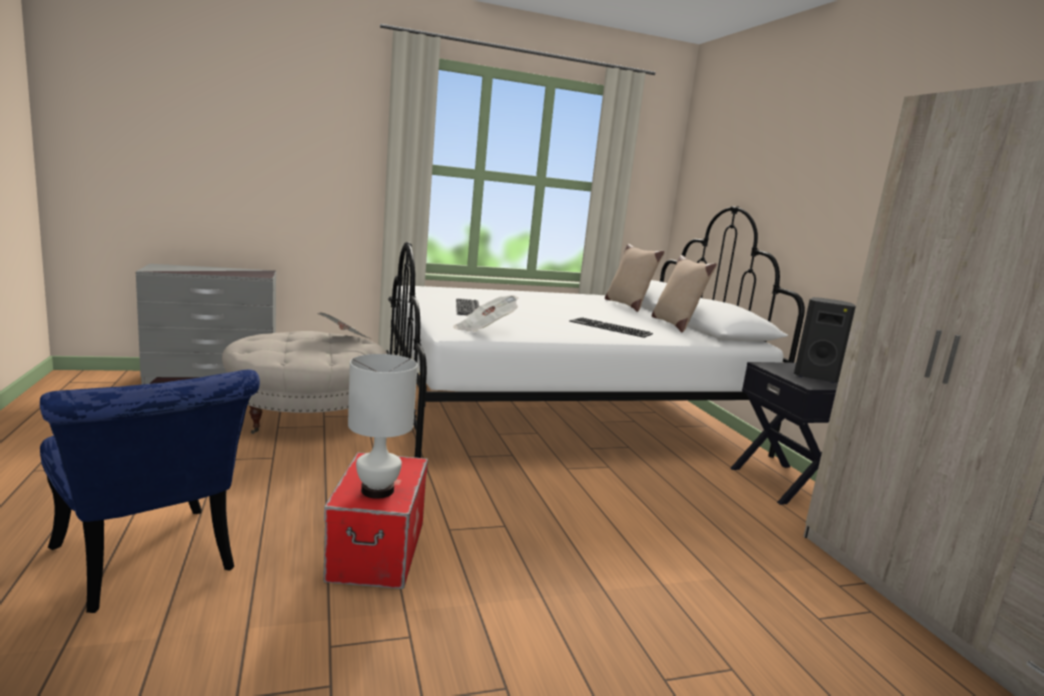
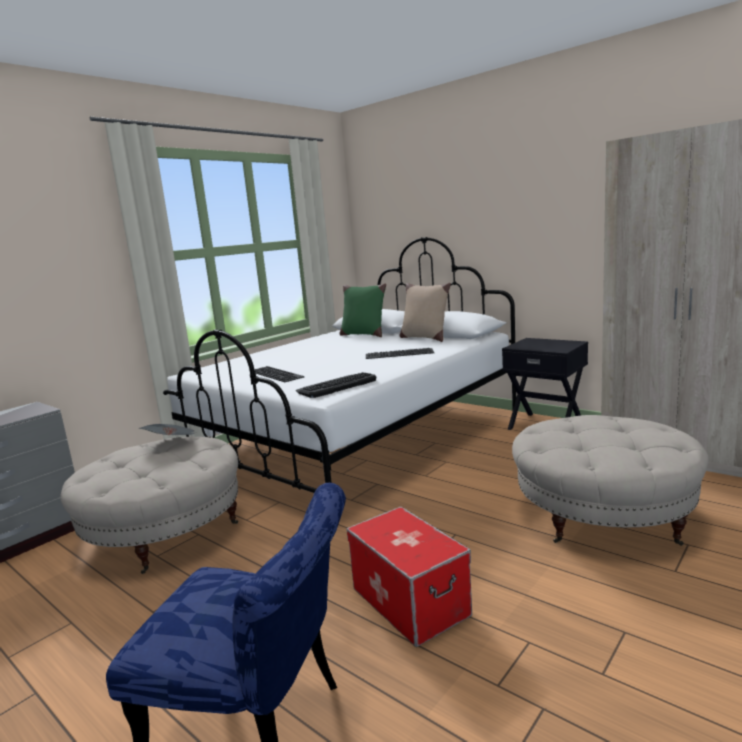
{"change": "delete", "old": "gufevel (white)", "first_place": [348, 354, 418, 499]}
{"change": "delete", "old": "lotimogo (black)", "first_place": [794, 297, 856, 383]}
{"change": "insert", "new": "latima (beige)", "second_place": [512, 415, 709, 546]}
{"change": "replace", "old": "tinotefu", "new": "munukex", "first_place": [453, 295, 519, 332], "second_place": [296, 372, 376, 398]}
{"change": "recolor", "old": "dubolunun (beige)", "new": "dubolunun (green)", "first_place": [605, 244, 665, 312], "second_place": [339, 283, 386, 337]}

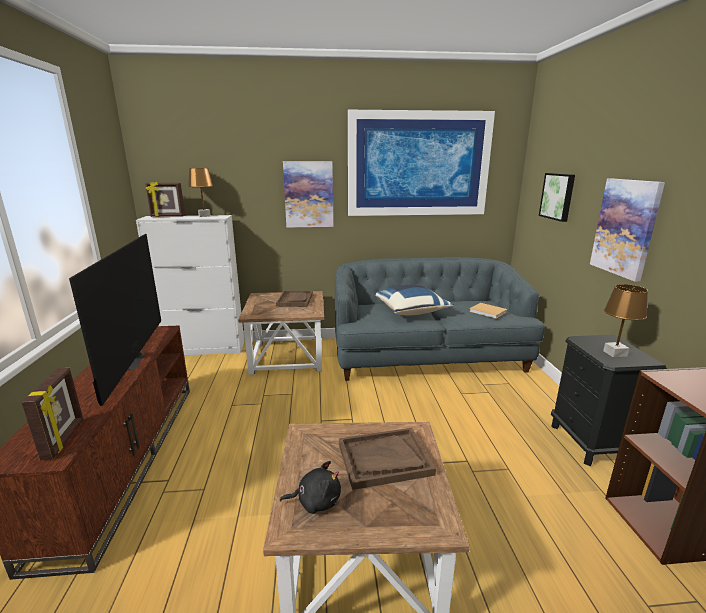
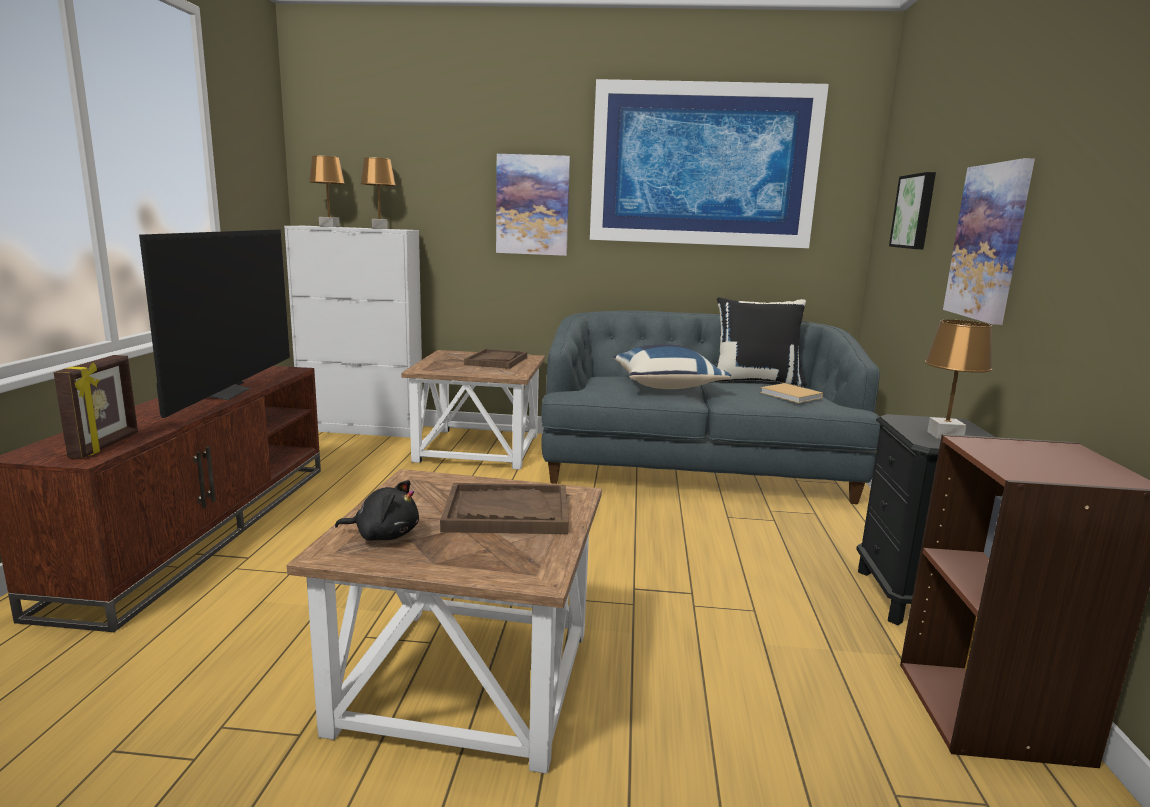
{"change": "insert", "new": "dubolunun (black)", "second_place": [713, 297, 807, 387]}
{"change": "replace", "old": "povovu", "new": "gufevel (brown)", "first_place": [145, 182, 185, 217], "second_place": [309, 156, 345, 227]}

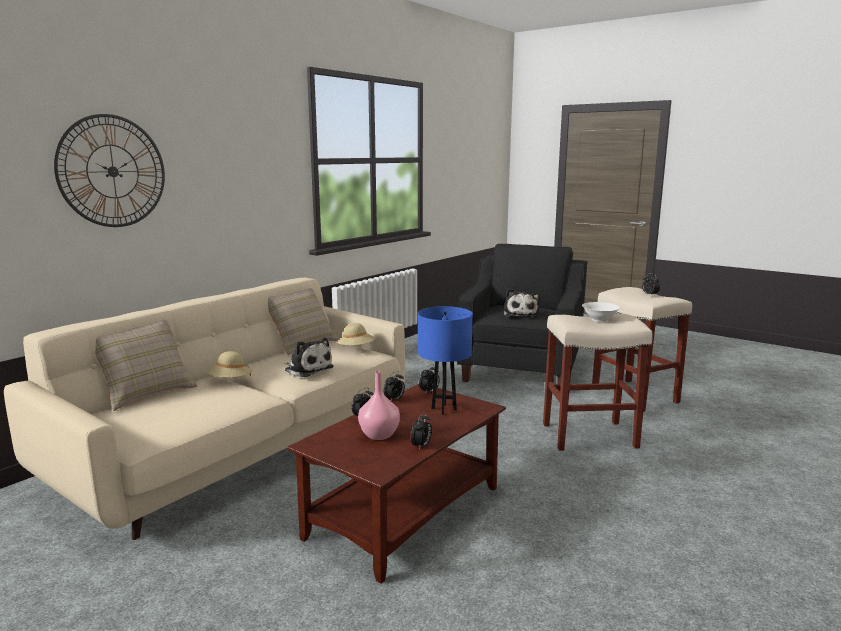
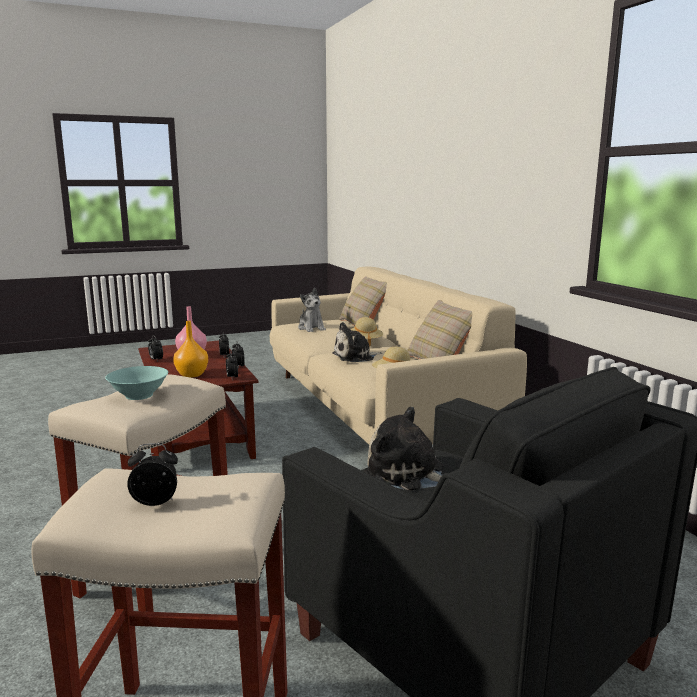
{"change": "delete", "old": "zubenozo", "first_place": [54, 114, 165, 227]}
{"change": "insert", "new": "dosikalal", "second_place": [298, 288, 326, 332]}
{"change": "replace", "old": "gufevel (blue)", "new": "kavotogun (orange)", "first_place": [418, 306, 473, 415], "second_place": [173, 321, 208, 378]}
{"change": "recolor", "old": "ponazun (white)", "new": "ponazun (turquoise)", "first_place": [582, 302, 620, 322], "second_place": [105, 366, 168, 400]}

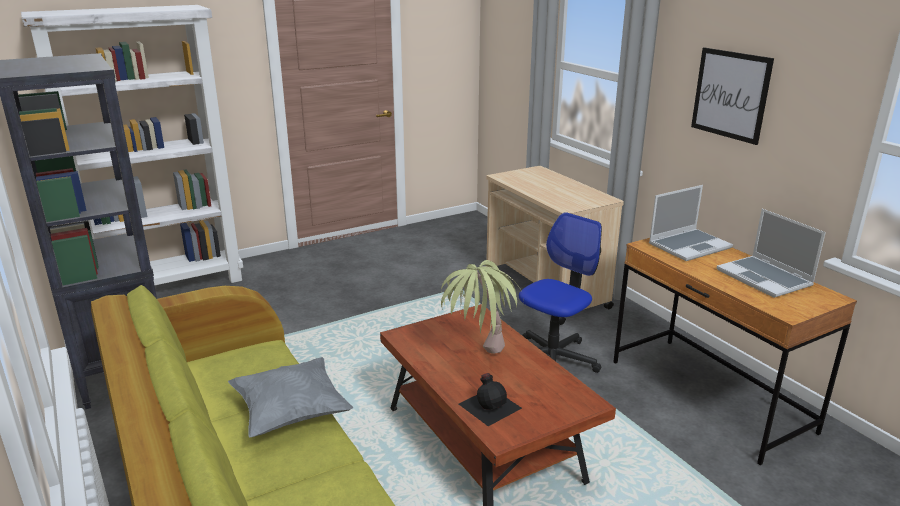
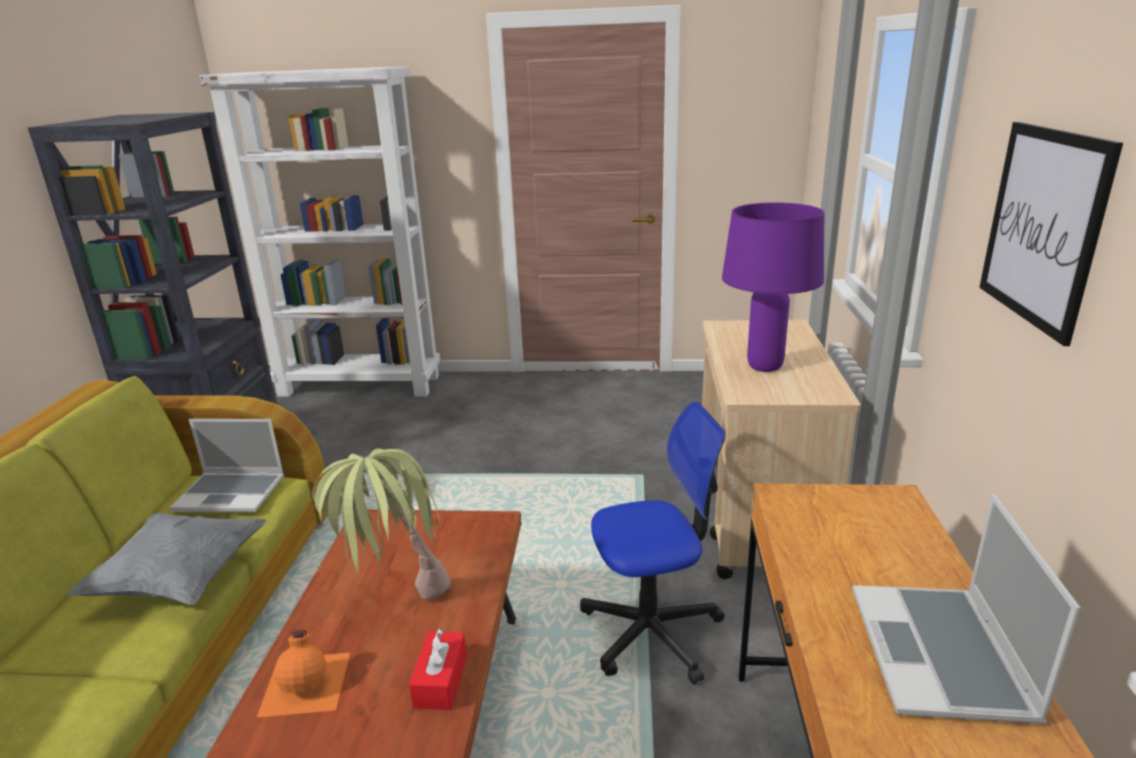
{"change": "insert", "new": "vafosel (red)", "second_place": [409, 628, 467, 710]}
{"change": "insert", "new": "gufevel (purple)", "second_place": [722, 202, 824, 372]}
{"change": "move", "old": "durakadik", "first_place": [649, 185, 733, 261], "second_place": [170, 419, 284, 513]}
{"change": "recolor", "old": "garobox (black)", "new": "garobox (orange)", "first_place": [459, 373, 522, 426], "second_place": [257, 630, 350, 717]}

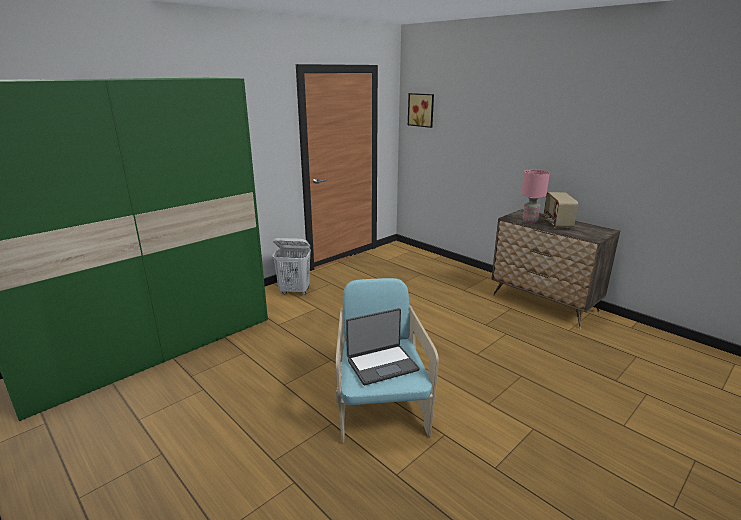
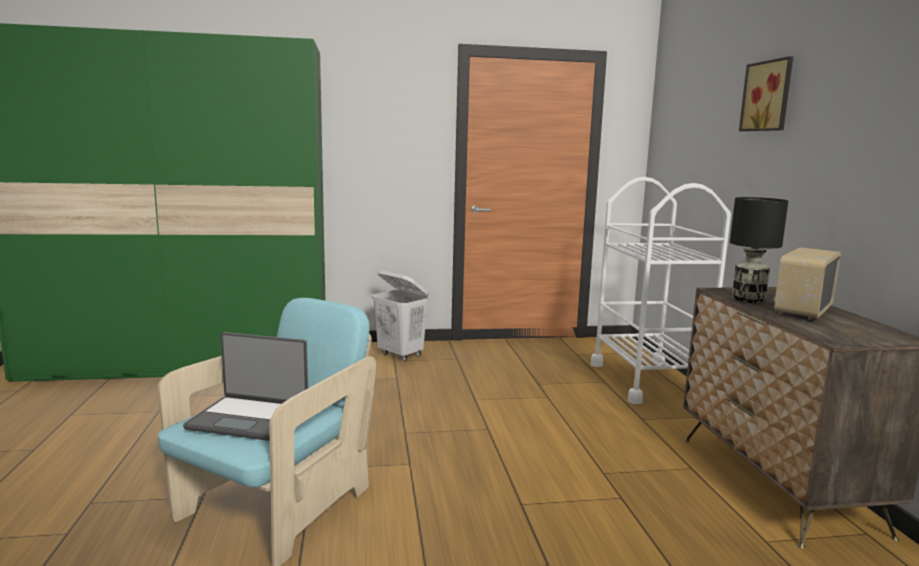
{"change": "insert", "new": "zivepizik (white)", "second_place": [591, 177, 731, 404]}
{"change": "move", "old": "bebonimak", "first_place": [408, 93, 434, 128], "second_place": [739, 56, 793, 131]}
{"change": "recolor", "old": "gufevel (pink)", "new": "gufevel (black)", "first_place": [521, 169, 550, 224], "second_place": [730, 197, 788, 303]}

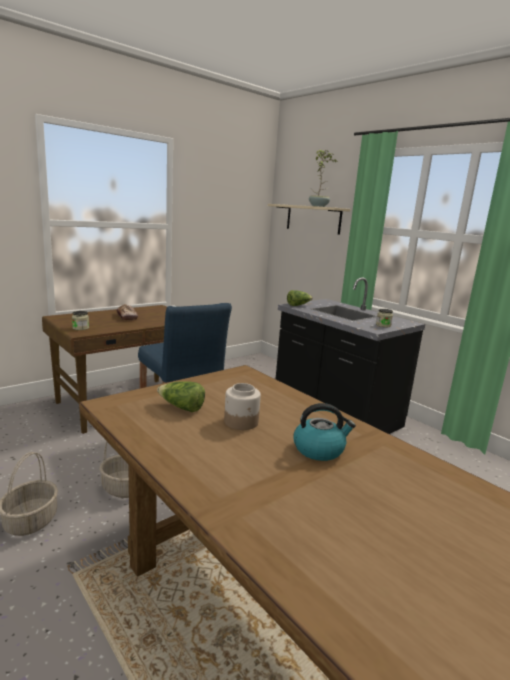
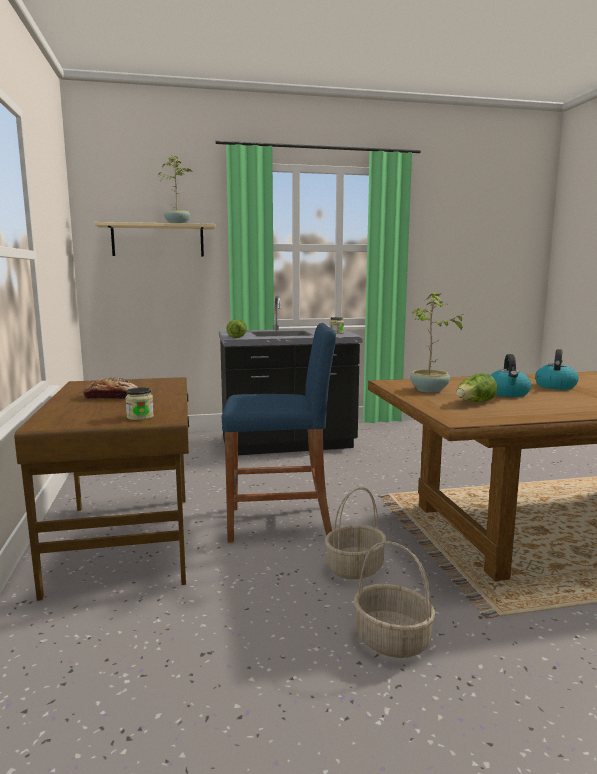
{"change": "insert", "new": "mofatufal", "second_place": [410, 292, 468, 393]}
{"change": "replace", "old": "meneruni", "new": "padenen", "first_place": [224, 383, 261, 430], "second_place": [491, 354, 531, 397]}

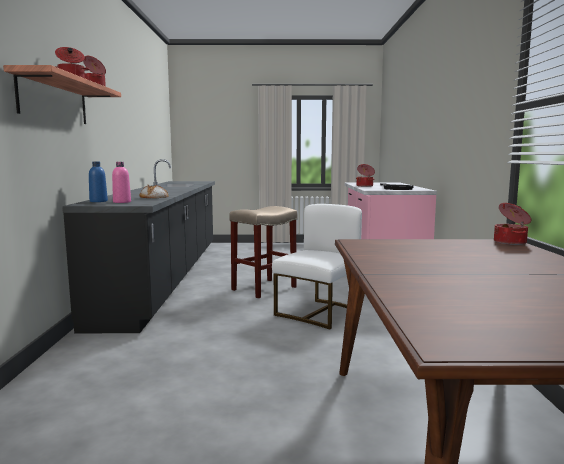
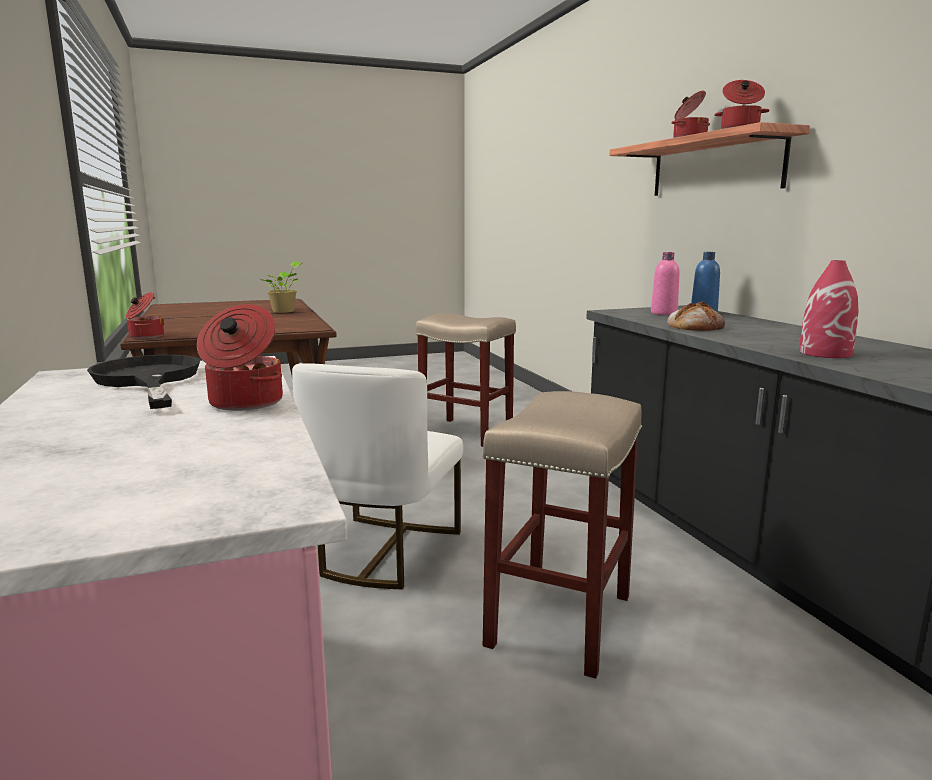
{"change": "insert", "new": "mofatufal", "second_place": [259, 261, 302, 313]}
{"change": "insert", "new": "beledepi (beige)", "second_place": [416, 313, 516, 447]}
{"change": "insert", "new": "kavotogun (red)", "second_place": [799, 260, 858, 358]}

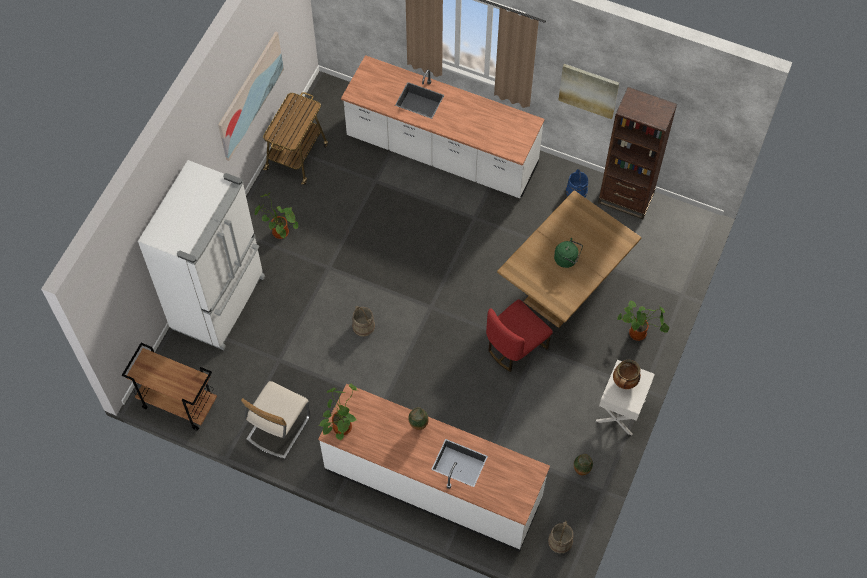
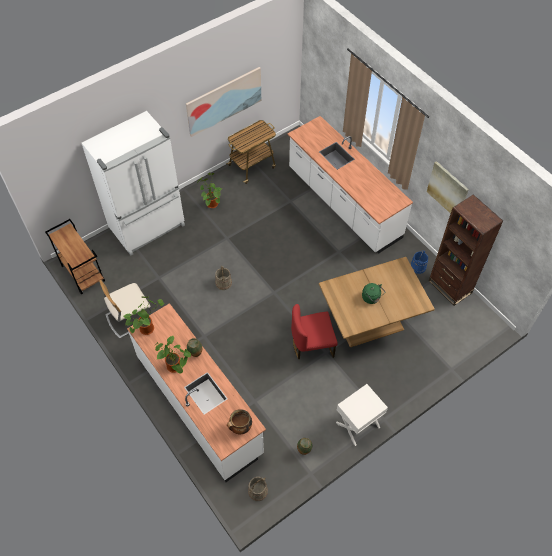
{"change": "move", "old": "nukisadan", "first_place": [613, 360, 641, 389], "second_place": [227, 409, 252, 434]}
{"change": "move", "old": "mofatufal", "first_place": [617, 300, 669, 341], "second_place": [154, 336, 191, 374]}

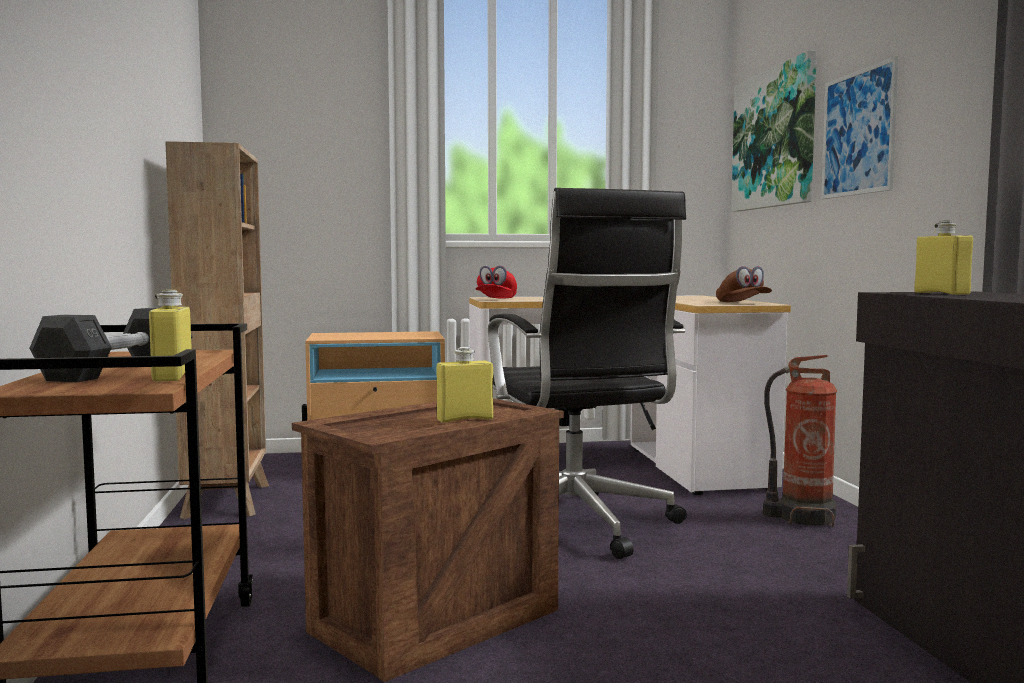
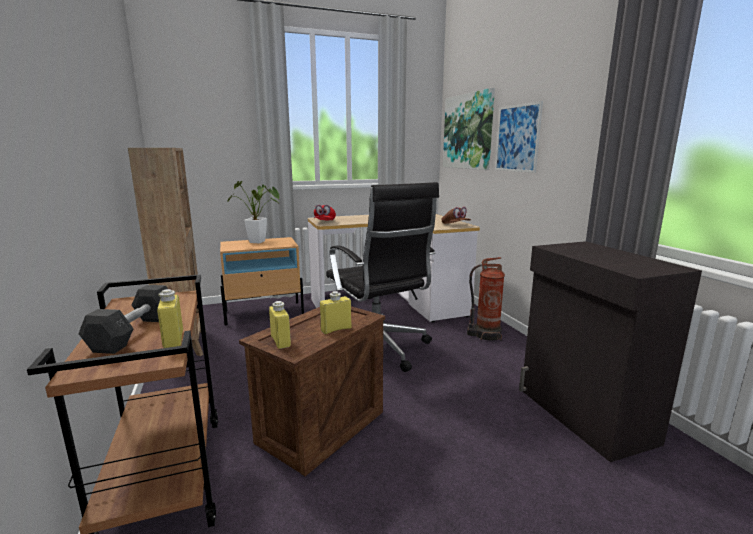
{"change": "insert", "new": "mofatufal", "second_place": [227, 181, 279, 243]}
{"change": "move", "old": "garobox (yellow)", "first_place": [914, 221, 973, 295], "second_place": [269, 301, 291, 349]}

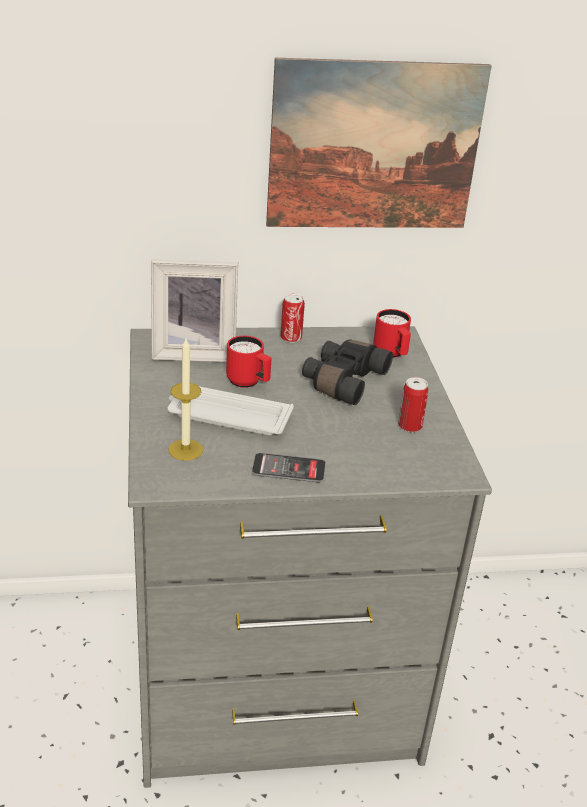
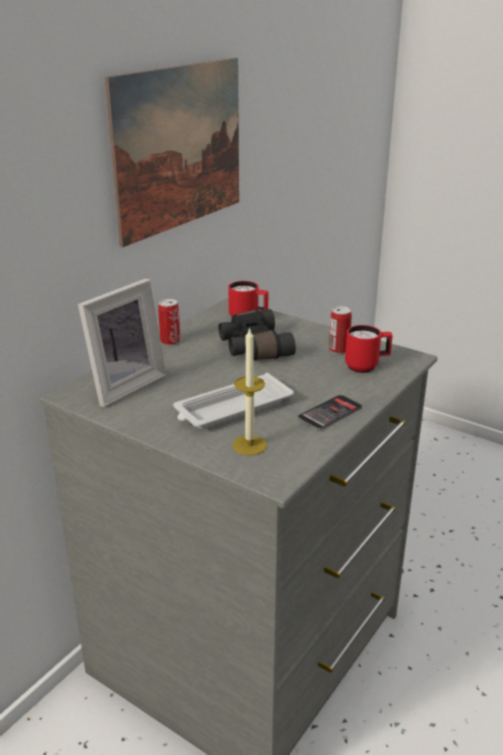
{"change": "move", "old": "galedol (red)", "first_place": [226, 336, 272, 388], "second_place": [345, 325, 393, 373]}

